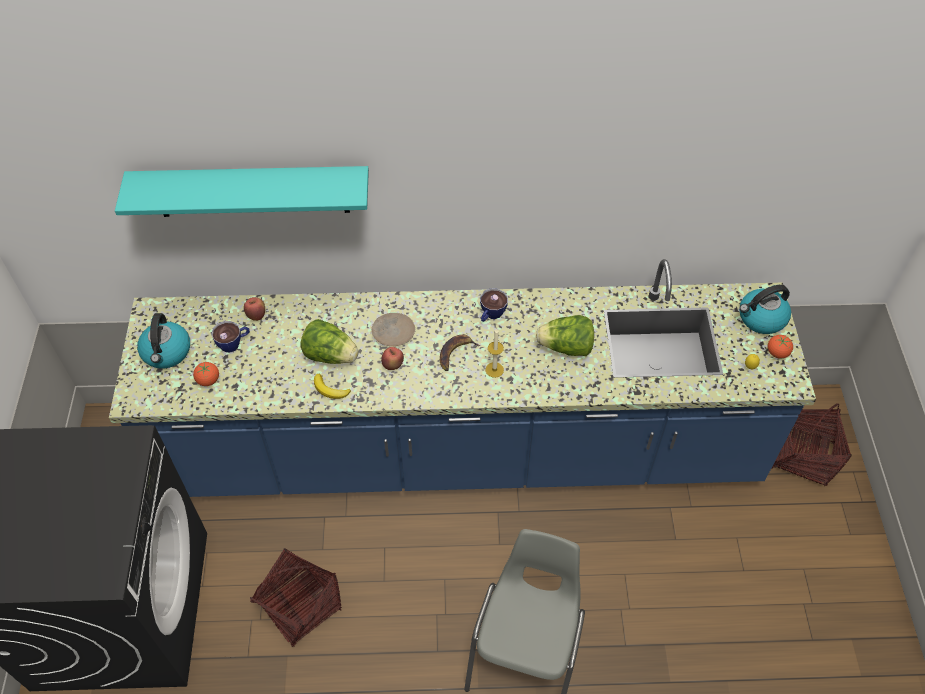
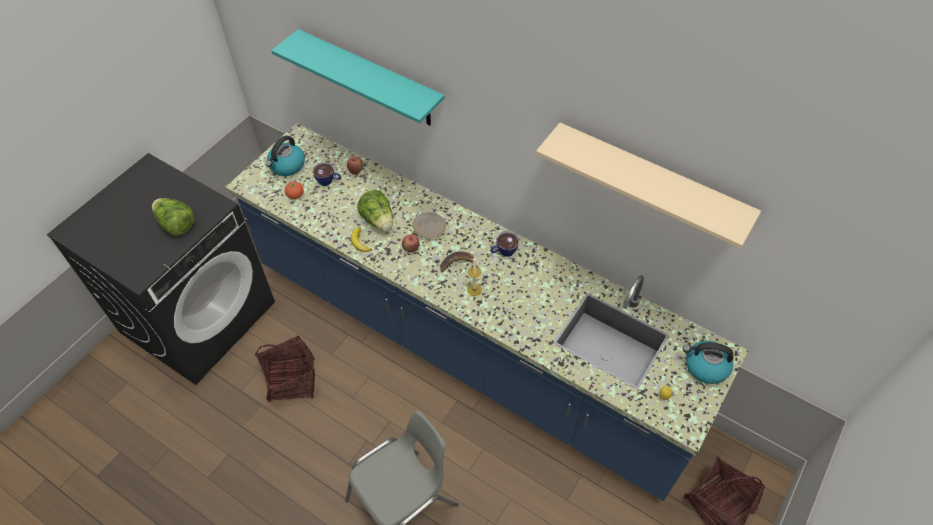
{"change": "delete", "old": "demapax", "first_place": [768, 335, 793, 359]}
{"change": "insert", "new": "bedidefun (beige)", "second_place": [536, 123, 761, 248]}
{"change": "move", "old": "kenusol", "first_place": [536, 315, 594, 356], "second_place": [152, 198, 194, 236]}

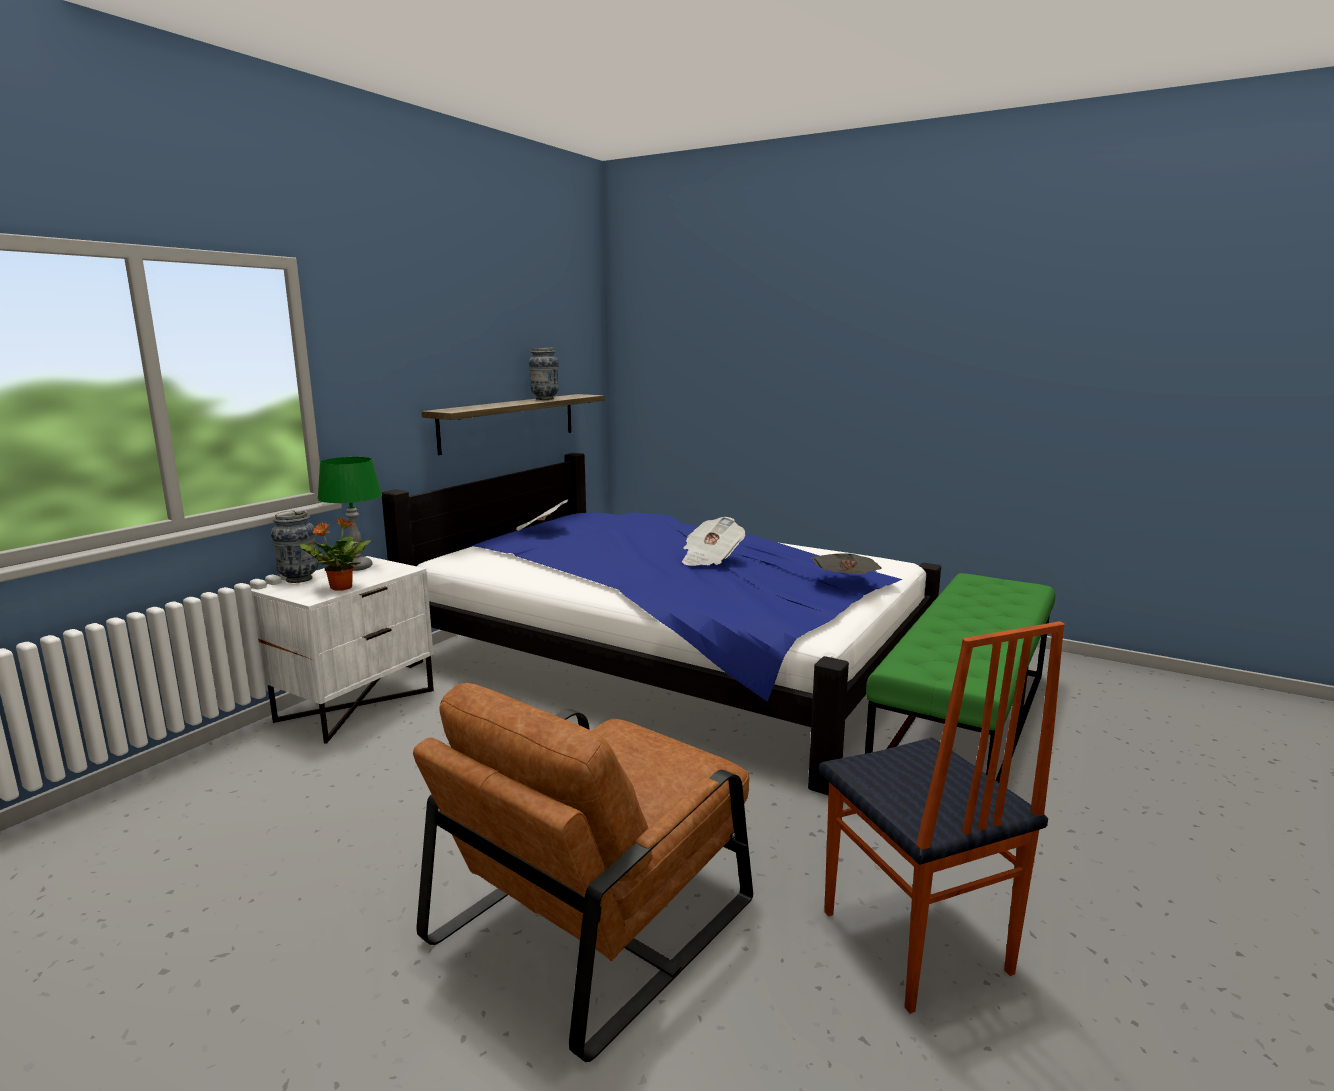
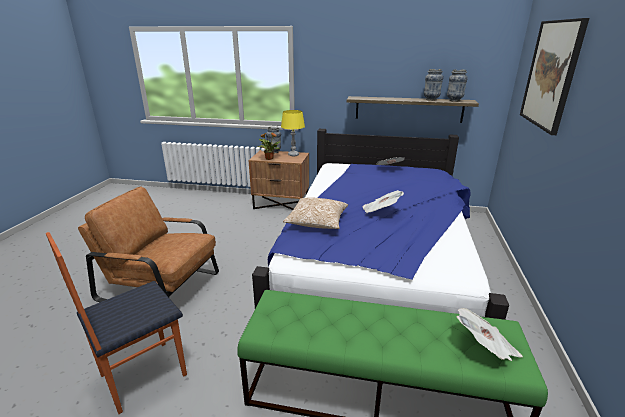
{"change": "insert", "new": "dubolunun", "second_place": [283, 197, 348, 229]}
{"change": "insert", "new": "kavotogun", "second_place": [447, 69, 468, 102]}
{"change": "insert", "new": "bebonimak", "second_place": [520, 18, 589, 135]}
{"change": "move", "old": "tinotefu", "first_place": [811, 553, 882, 574], "second_place": [456, 308, 523, 361]}
{"change": "recolor", "old": "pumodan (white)", "new": "pumodan (brown)", "first_place": [251, 556, 434, 744], "second_place": [249, 150, 309, 210]}
{"change": "recolor", "old": "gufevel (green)", "new": "gufevel (yellow)", "first_place": [317, 457, 382, 571], "second_place": [281, 110, 305, 156]}

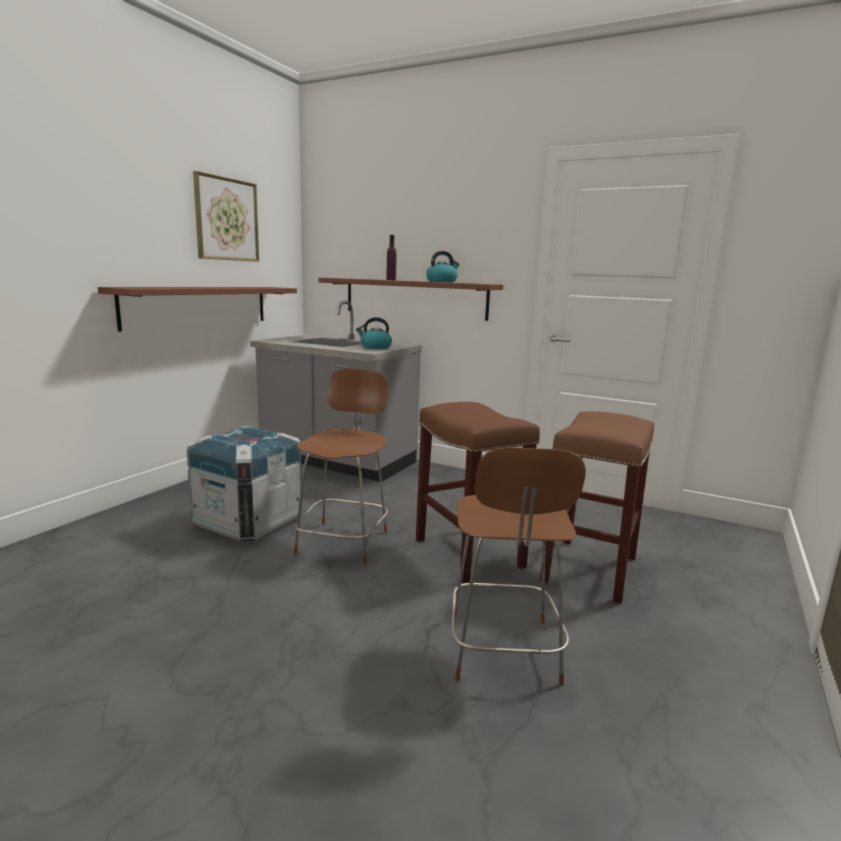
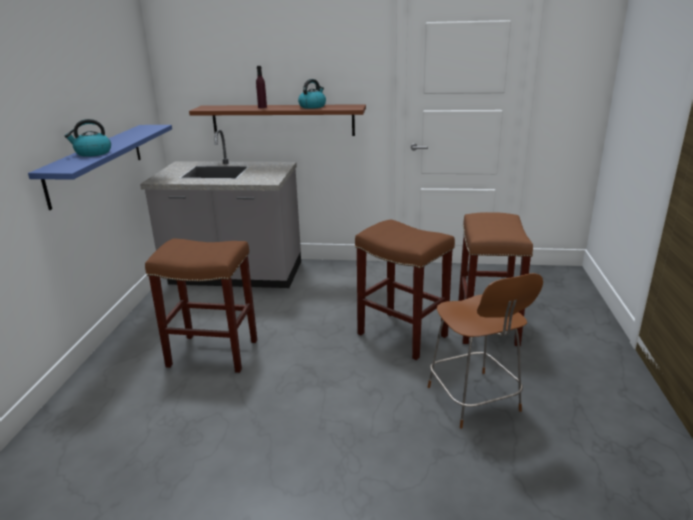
{"change": "delete", "old": "bebonimak", "first_place": [193, 171, 259, 262]}
{"change": "delete", "old": "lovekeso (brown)", "first_place": [294, 368, 389, 565]}
{"change": "move", "old": "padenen", "first_place": [356, 317, 392, 349], "second_place": [65, 119, 111, 157]}
{"change": "replace", "old": "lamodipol", "new": "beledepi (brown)", "first_place": [186, 426, 302, 542], "second_place": [145, 239, 257, 373]}
{"change": "recolor", "old": "bedidefun (brown)", "new": "bedidefun (blue)", "first_place": [98, 287, 297, 332], "second_place": [28, 125, 172, 210]}

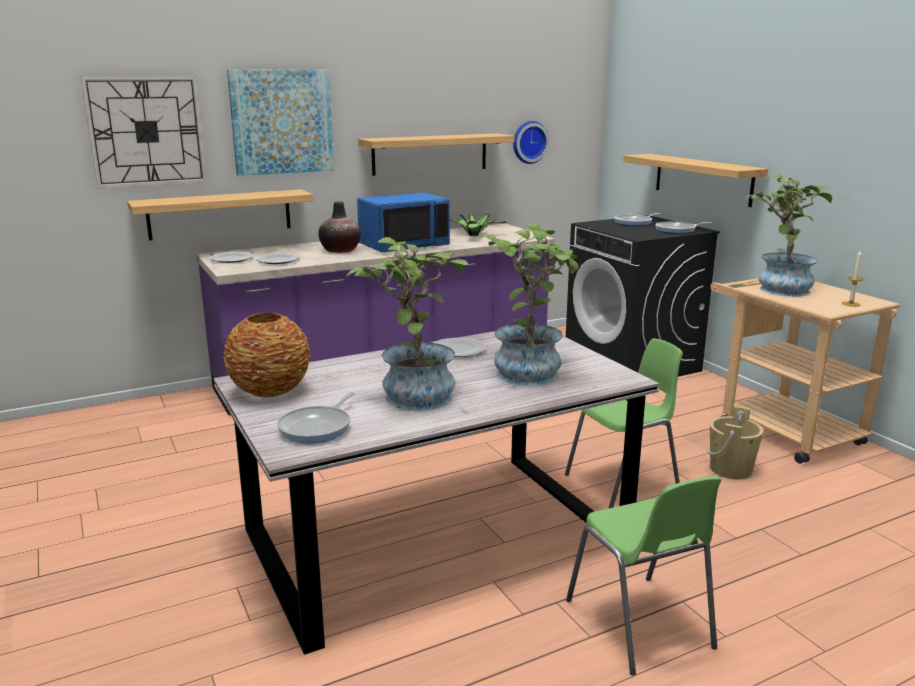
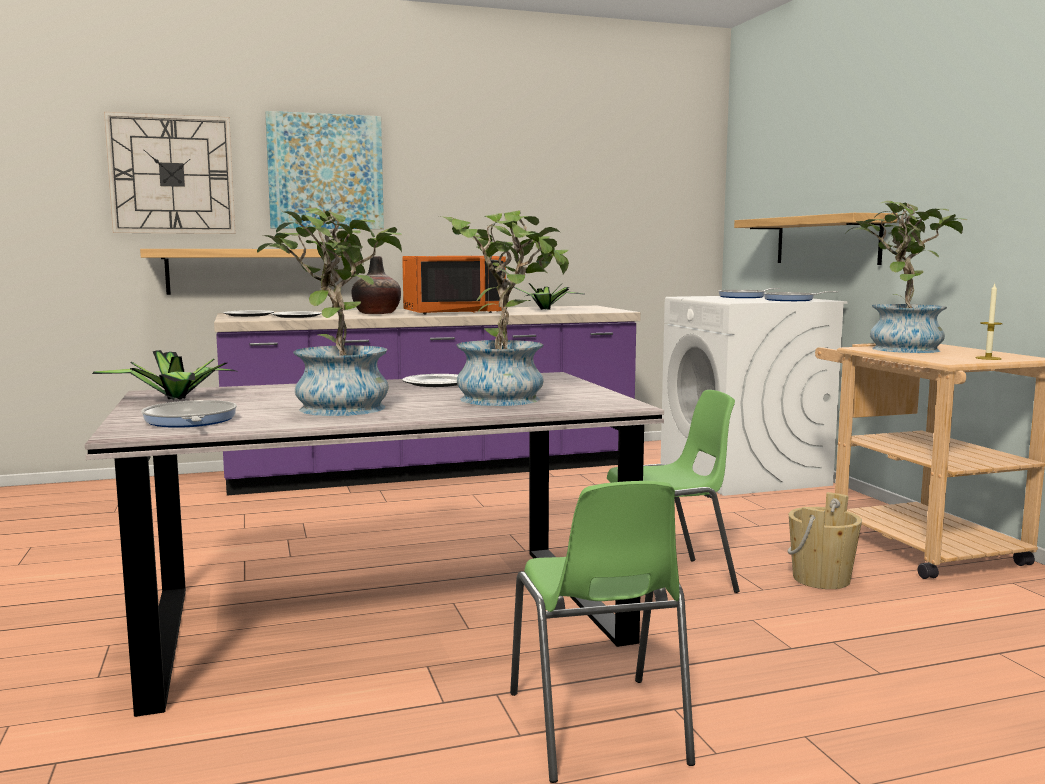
{"change": "delete", "old": "bedidefun", "first_place": [358, 133, 515, 176]}
{"change": "delete", "old": "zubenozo", "first_place": [513, 121, 549, 164]}
{"change": "replace", "old": "kavotogun", "new": "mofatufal", "first_place": [224, 313, 310, 397], "second_place": [92, 350, 236, 400]}
{"change": "recolor", "old": "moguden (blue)", "new": "moguden (orange)", "first_place": [357, 192, 450, 253], "second_place": [402, 256, 506, 315]}
{"change": "recolor", "old": "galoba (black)", "new": "galoba (white)", "first_place": [566, 215, 720, 377], "second_place": [661, 296, 848, 496]}
{"change": "rotate", "old": "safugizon", "first_place": [277, 392, 355, 443], "second_place": [141, 400, 237, 428], "degrees": 120}

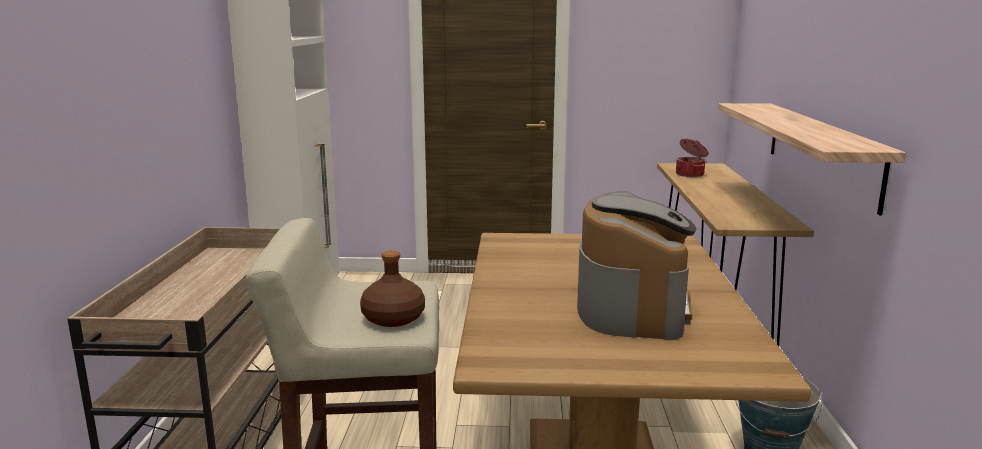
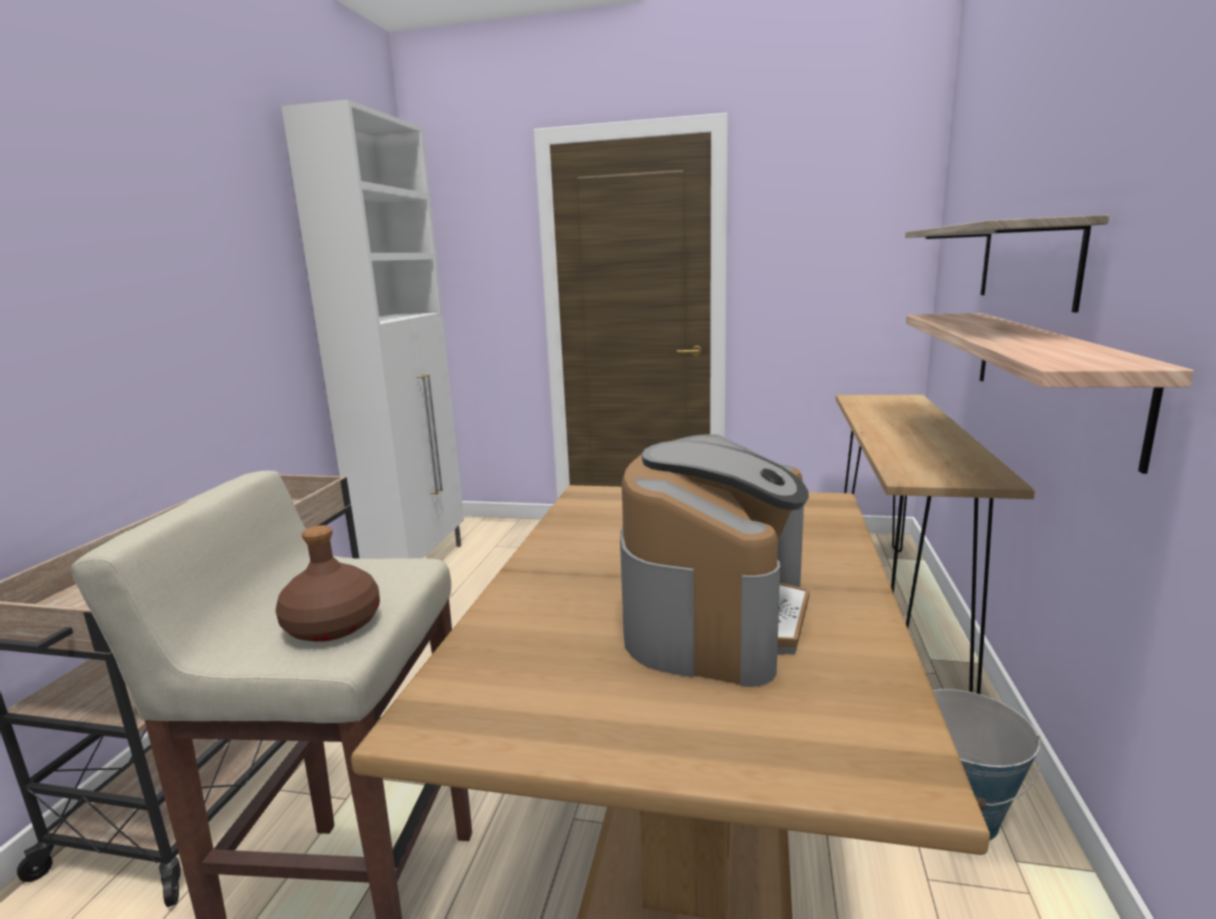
{"change": "delete", "old": "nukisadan", "first_place": [676, 139, 708, 177]}
{"change": "insert", "new": "bedidefun", "second_place": [905, 215, 1109, 313]}

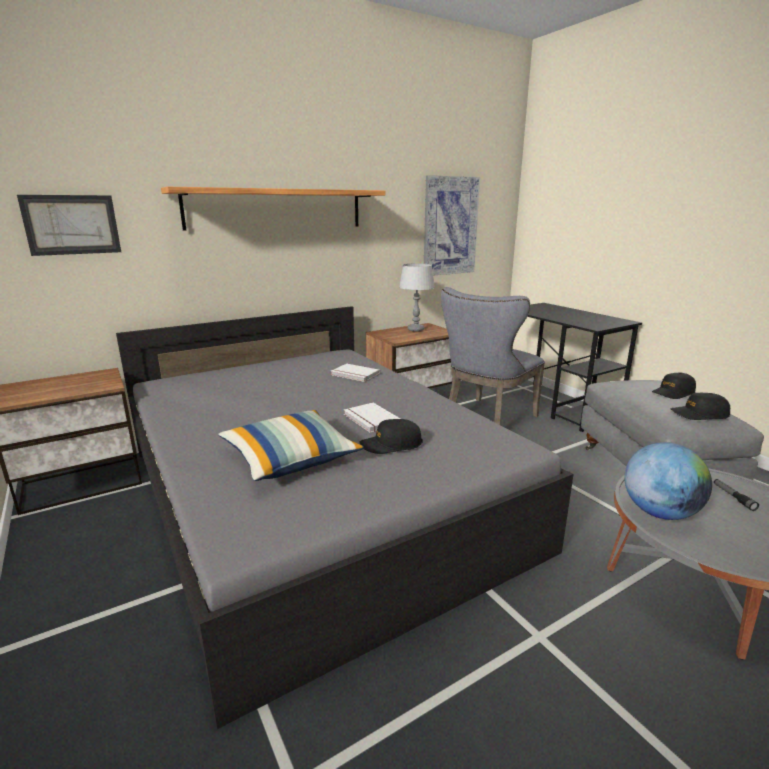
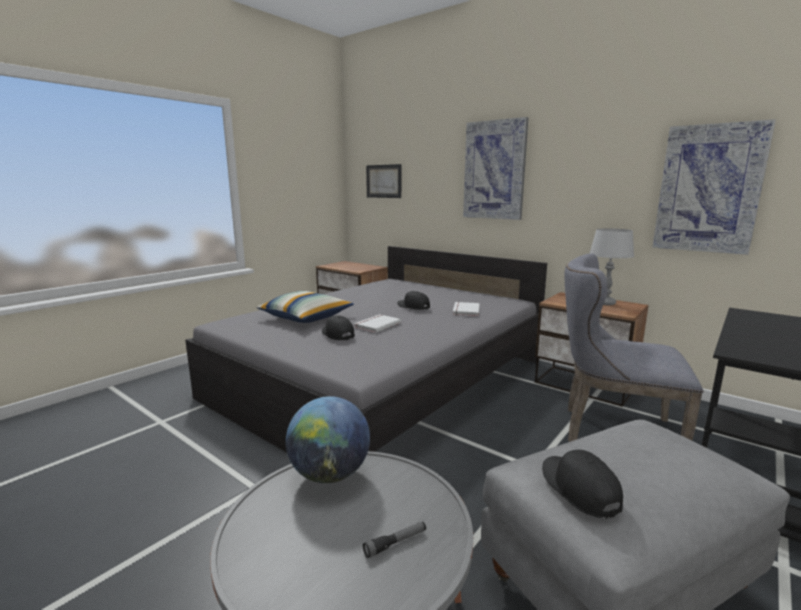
{"change": "move", "old": "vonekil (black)", "first_place": [652, 373, 696, 399], "second_place": [397, 291, 430, 310]}
{"change": "replace", "old": "bedidefun", "new": "bebonimak", "first_place": [161, 187, 385, 231], "second_place": [463, 117, 529, 220]}

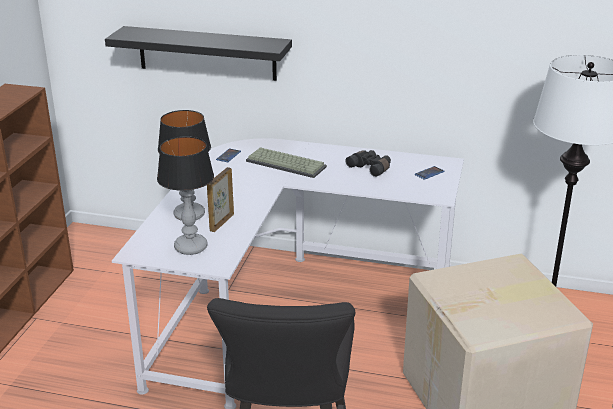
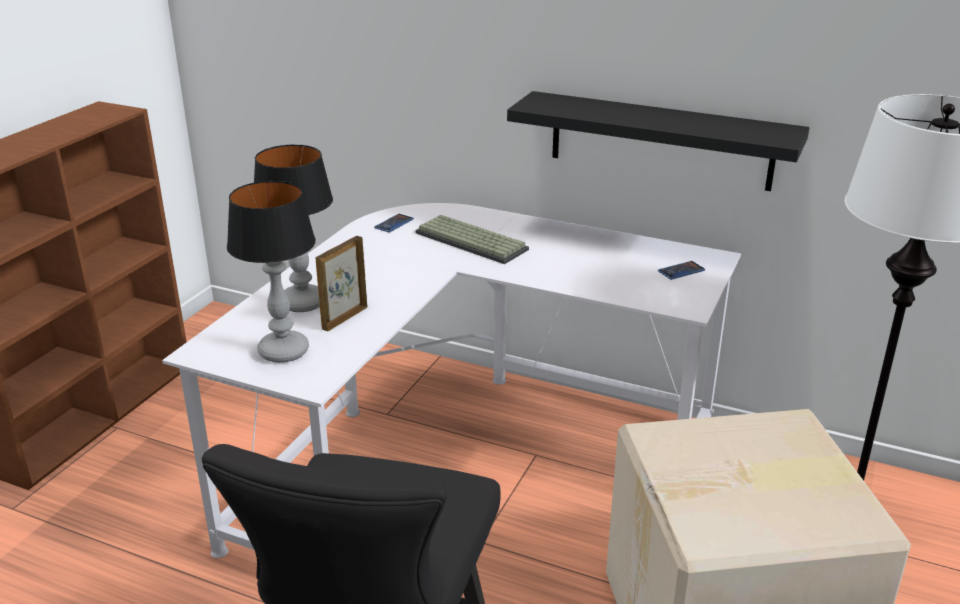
{"change": "delete", "old": "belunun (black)", "first_place": [346, 150, 391, 177]}
{"change": "move", "old": "bedidefun (black)", "first_place": [105, 26, 292, 81], "second_place": [507, 91, 809, 191]}

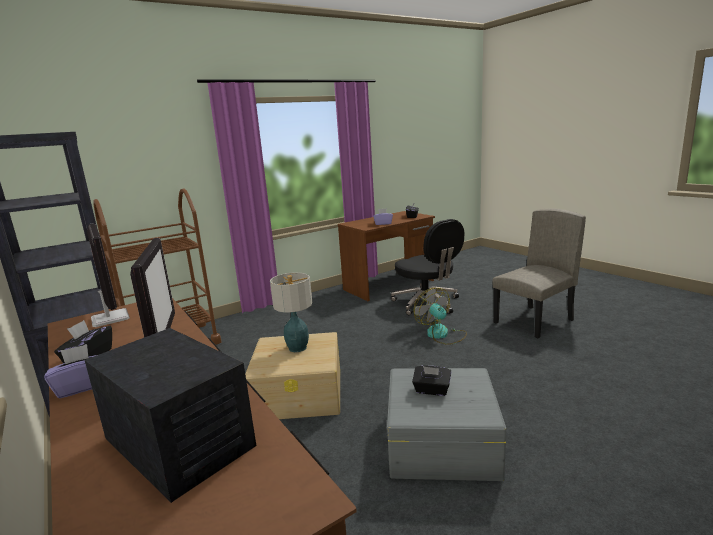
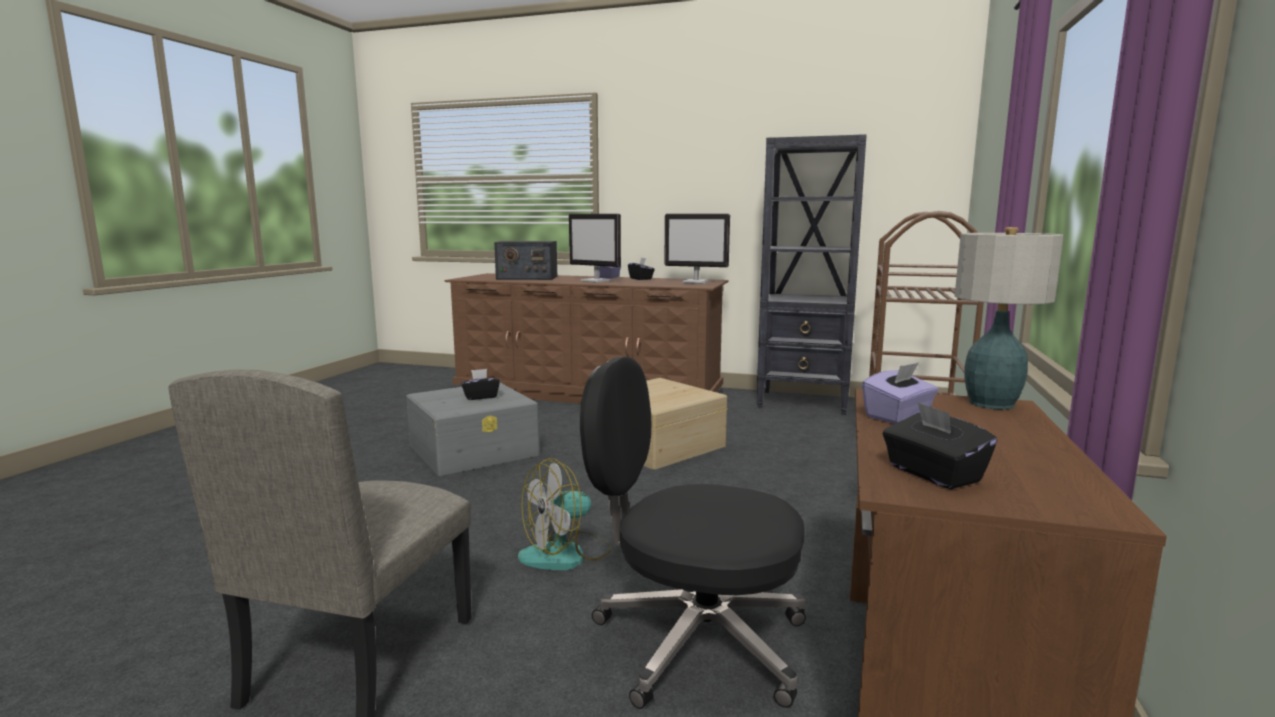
{"change": "move", "old": "gufevel", "first_place": [270, 272, 313, 352], "second_place": [955, 227, 1064, 410]}
{"change": "rotate", "old": "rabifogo", "first_place": [414, 288, 467, 345], "second_place": [518, 458, 612, 570], "degrees": 120}

